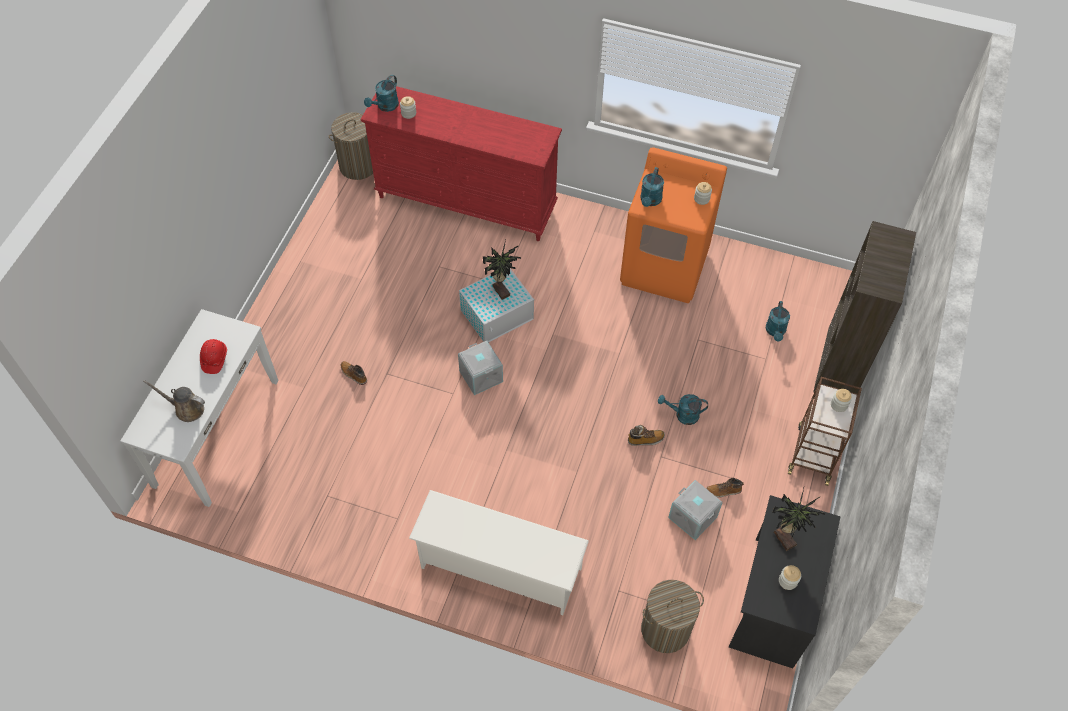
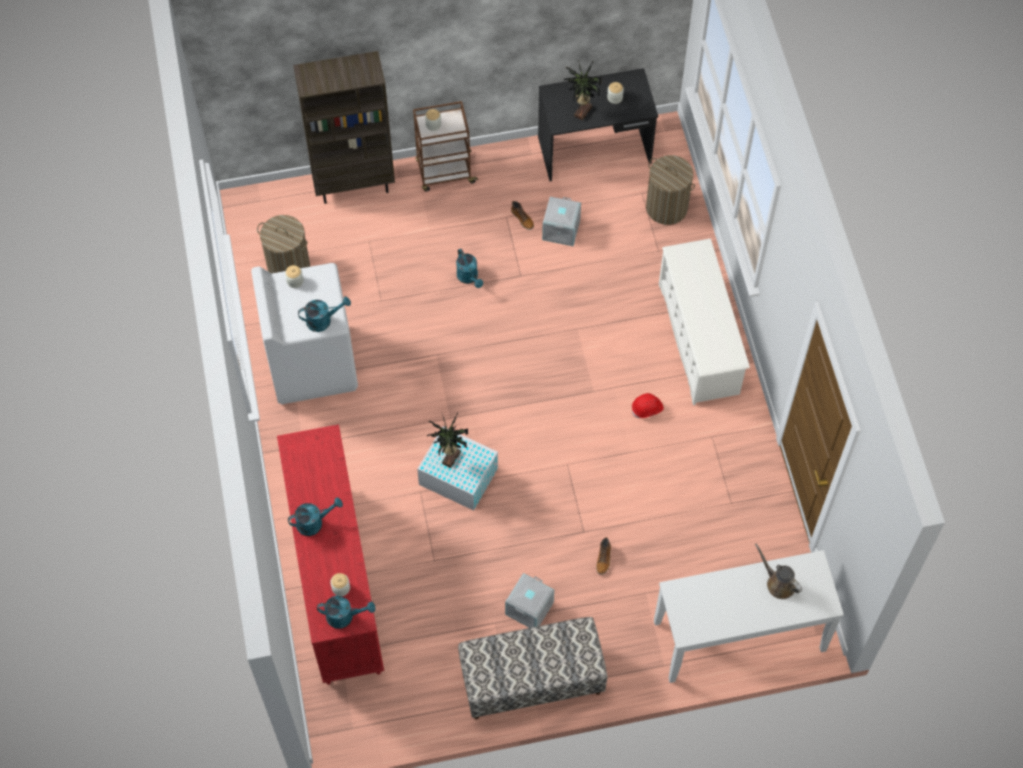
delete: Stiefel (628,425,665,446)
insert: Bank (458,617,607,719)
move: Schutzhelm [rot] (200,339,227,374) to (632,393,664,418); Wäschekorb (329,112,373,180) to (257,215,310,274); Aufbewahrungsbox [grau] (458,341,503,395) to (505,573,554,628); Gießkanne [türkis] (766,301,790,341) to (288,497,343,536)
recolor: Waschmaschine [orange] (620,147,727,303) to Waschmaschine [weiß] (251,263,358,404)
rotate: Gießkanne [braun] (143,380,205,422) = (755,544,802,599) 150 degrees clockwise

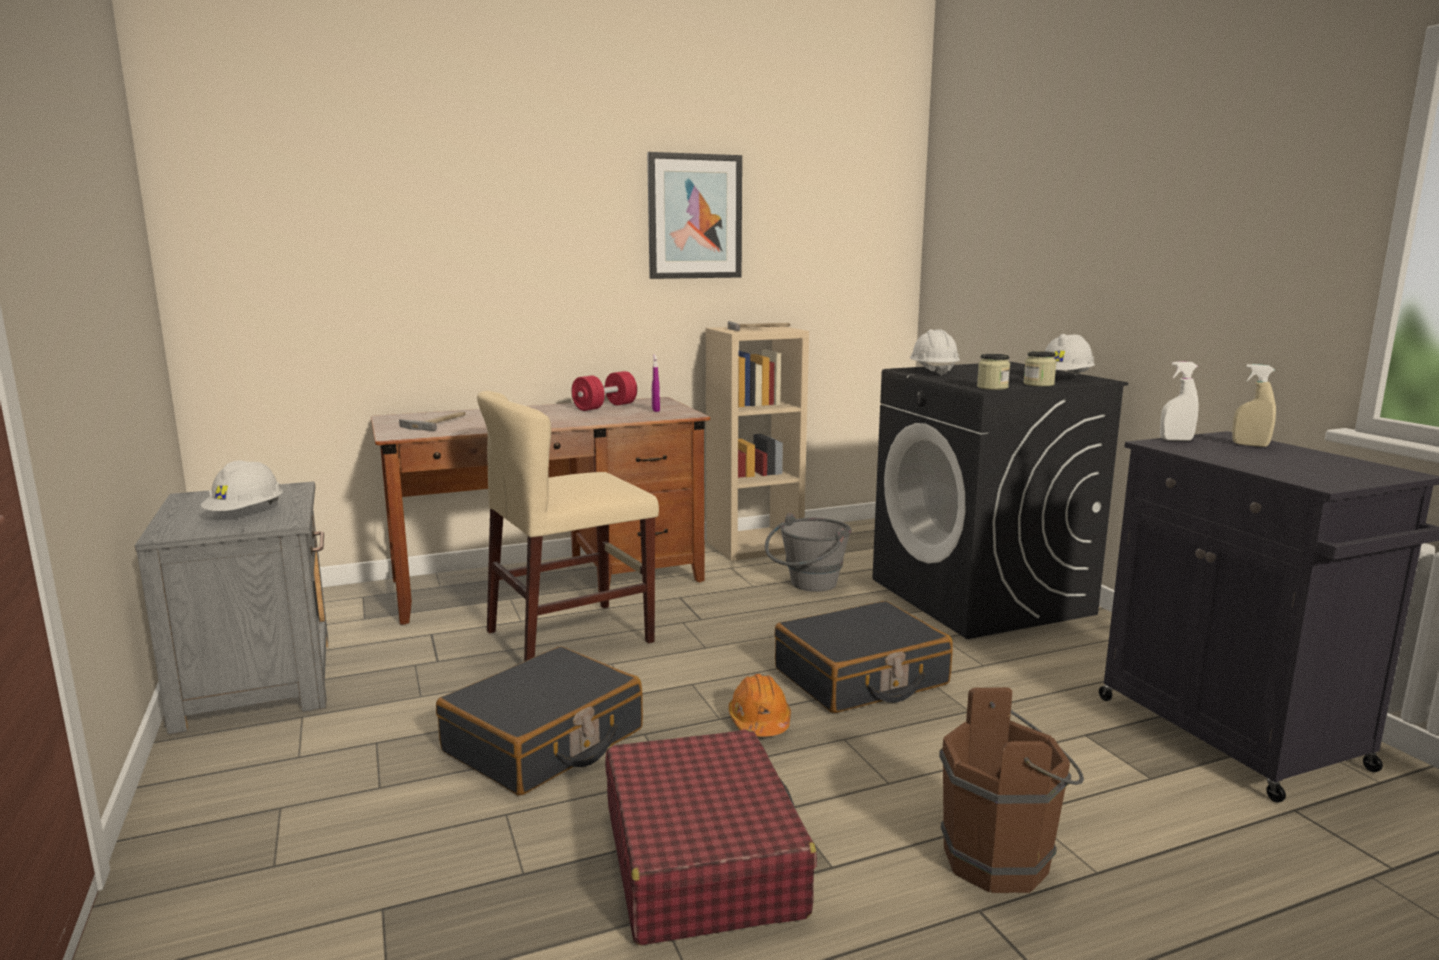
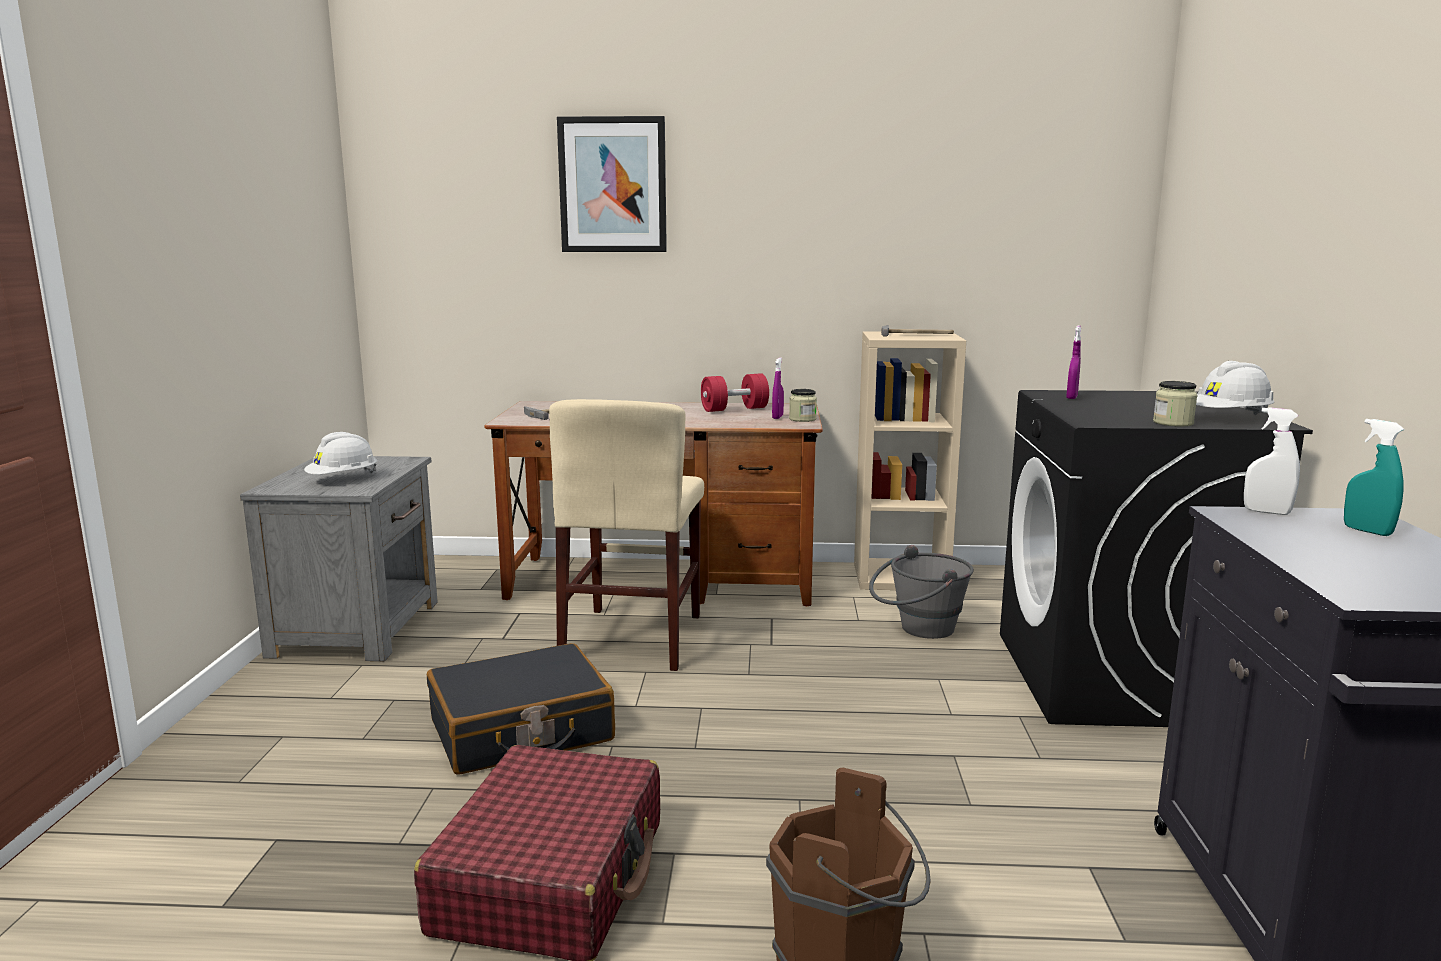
delete: Schutzhelm [orange] (728,674,791,737); Koffer [schwarz] (774,601,953,713)
move: Bild (647,152,742,279) to (557,116,667,252); Vorratsglas (977,354,1010,390) to (789,389,817,422)
replace: Schutzhelm [weiß] (910,329,960,376) to Sprühflasche [lila] (1066,325,1081,399)
recolor: Sprühflasche [beige] (1232,364,1276,447) to Sprühflasche [türkis] (1344,419,1404,536)
rotate: Stuhl [beige] (477,391,659,661) = (549,399,704,671) 75 degrees counterclockwise

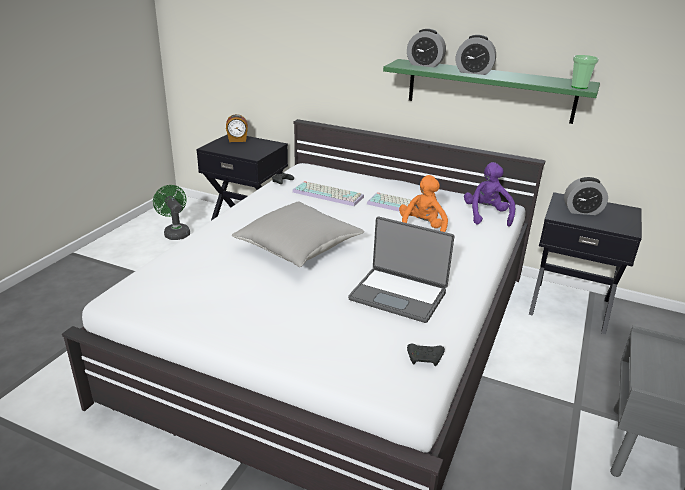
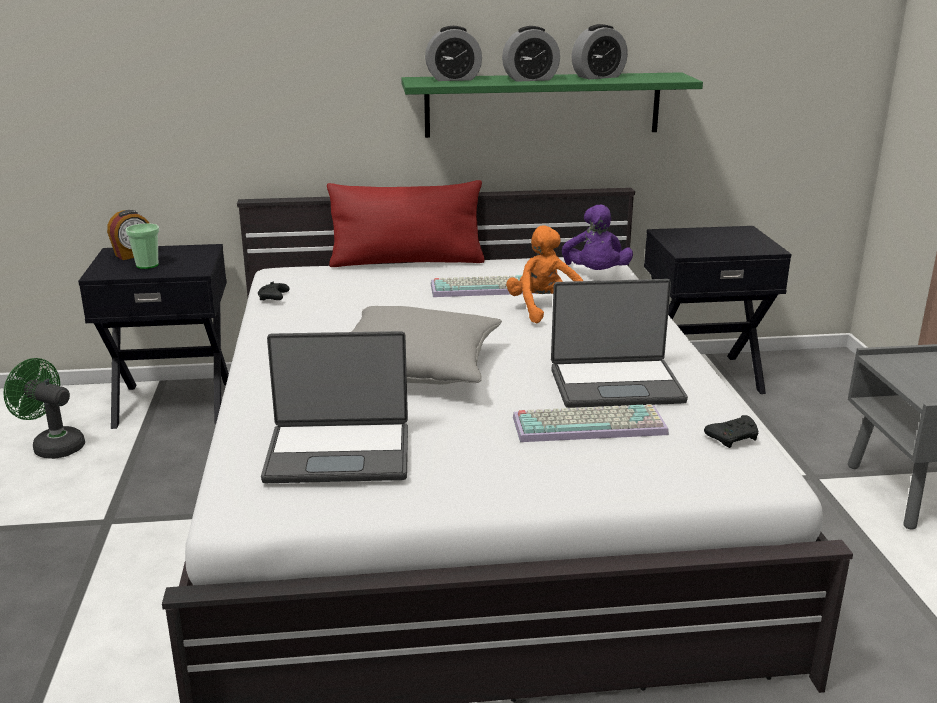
insert: Laptop (261,331,408,483); Kissen [rot] (327,180,485,267)
move: Tastatur (292,181,364,206) to (513,404,669,442); Wecker (564,177,608,215) to (571,24,628,79); Tasse (571,55,599,89) to (126,223,159,269)
rotate: Plüschtier [lila] (464,162,515,227) = (562,204,633,270) 150 degrees counterclockwise

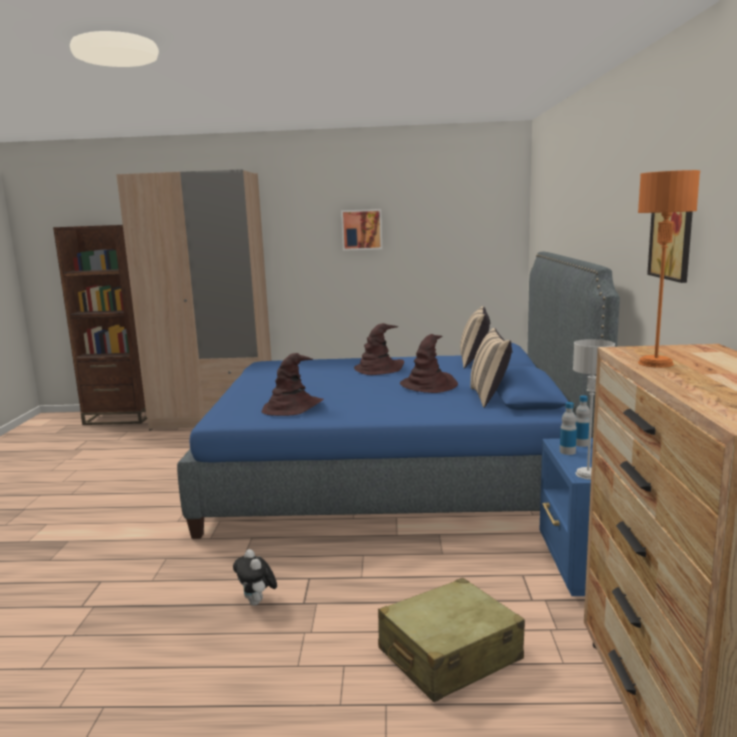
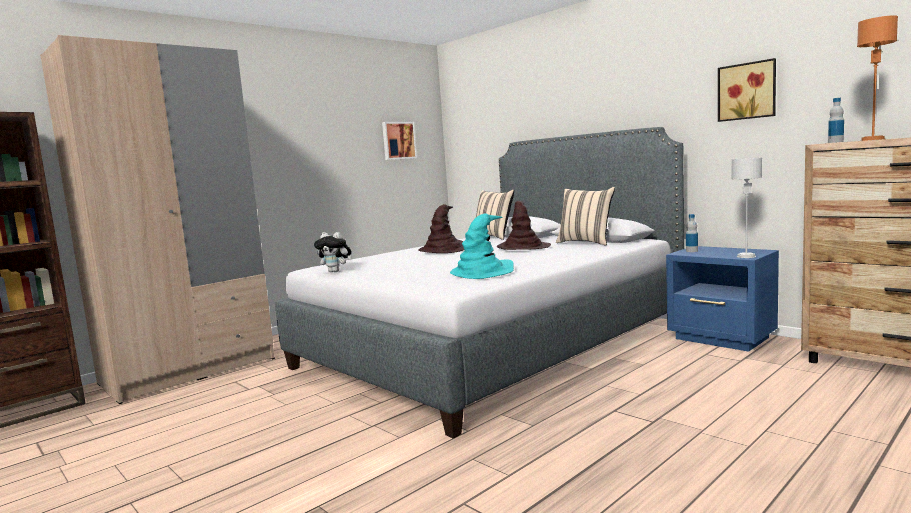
delete: Koffer [beige] (378,578,525,702)
move: Plüschtier (233,549,277,606) to (314,232,351,272); Bild (341,209,382,251) to (382,122,417,160); Flasche (560,402,577,455) to (828,98,844,143)
recolor: Bett [blau] (177,251,620,539) to Bett [grau] (276,127,684,438); Hut [braun] (261,353,324,416) to Hut [türkis] (450,213,514,279)

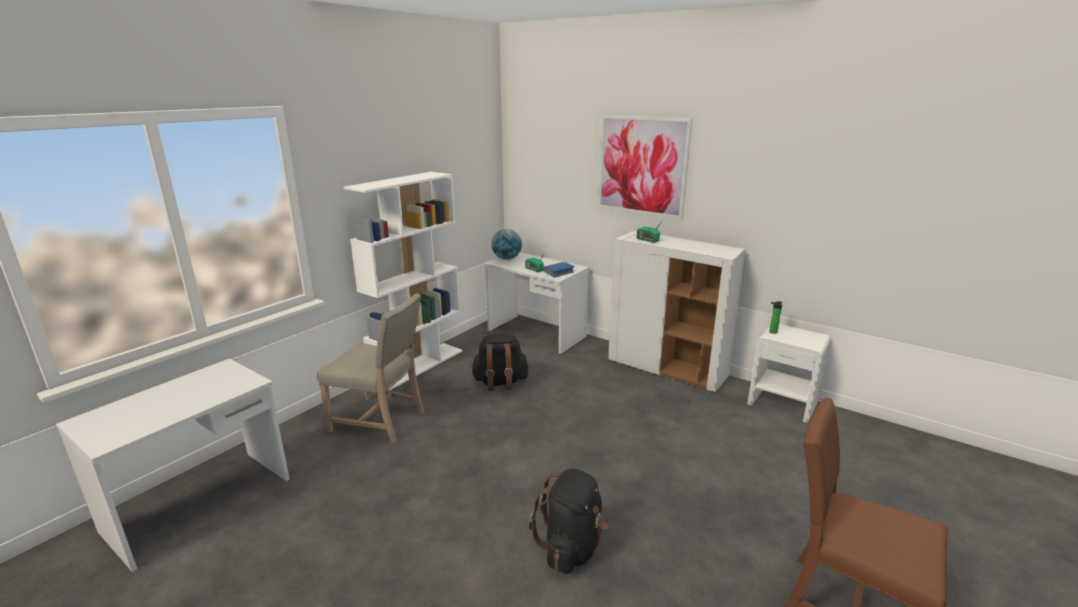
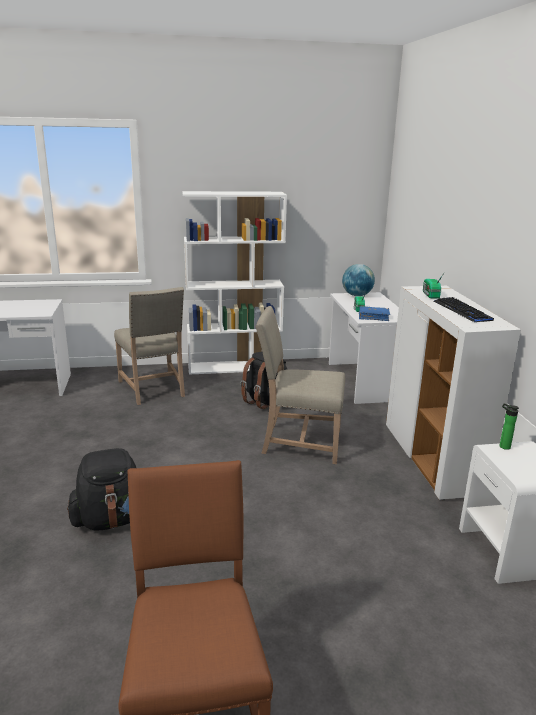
delete: Bild (597,115,692,220)
insert: Stuhl [beige] (255,306,345,464); Tastatur (434,297,494,322)

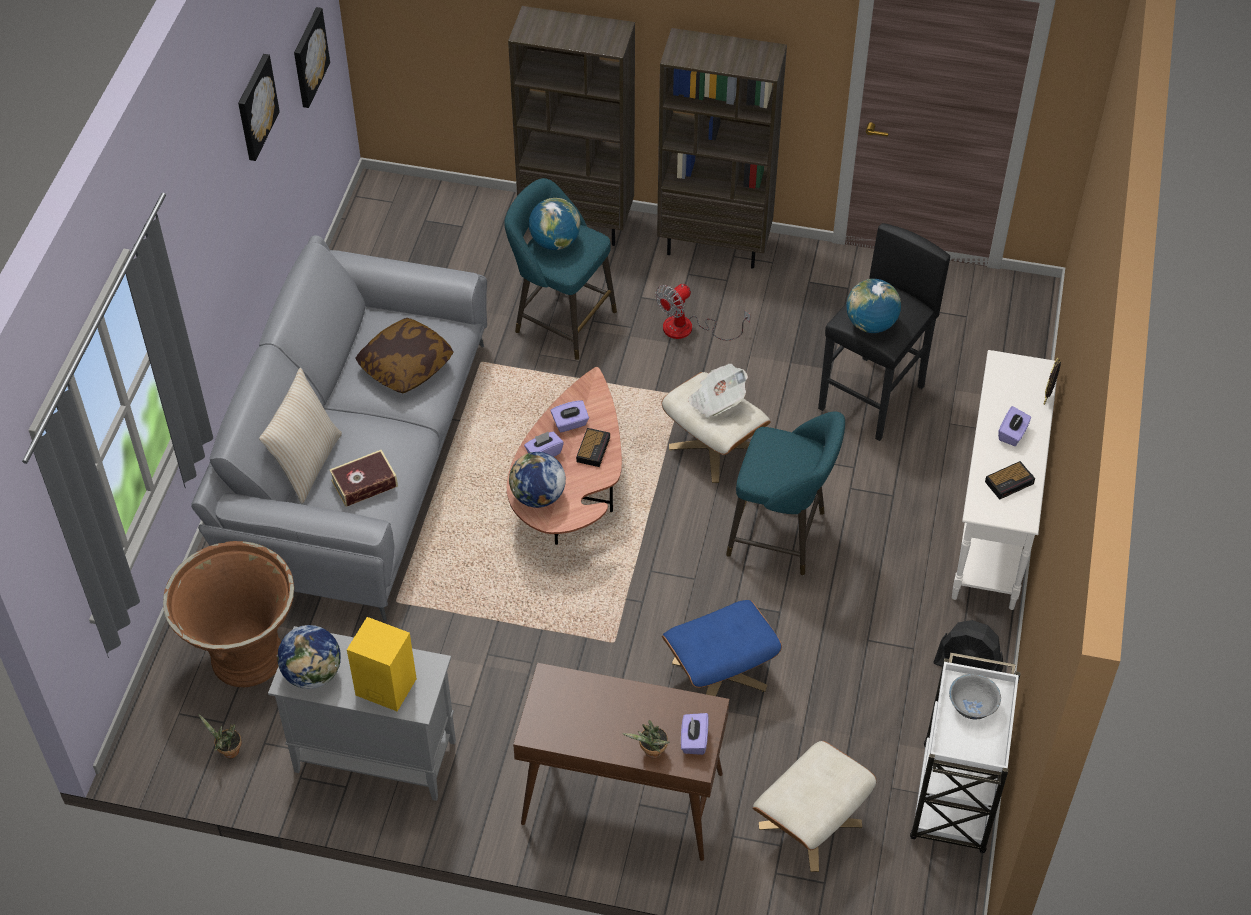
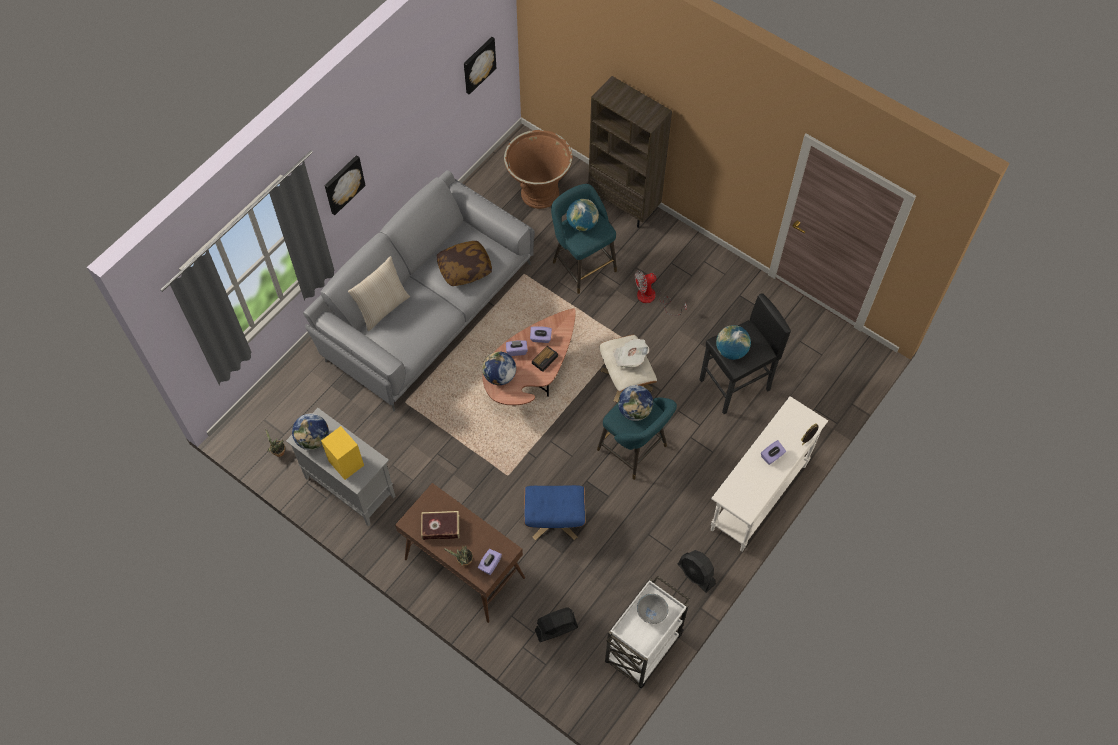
delete: Bücherregal [braun] (657,28,787,269); Wecker (985,461,1035,500)
insert: Globus (618,385,653,421)
move: Pflanzkübel [braun] (163,541,294,687) to (504,130,573,209); Bild (238,54,280,161) to (324,155,366,215); Buch (330,450,398,507) to (421,511,459,540)
replace: Polsterhocker [beige] (753,741,876,872) to Ventilator [schwarz] (535,608,578,642)

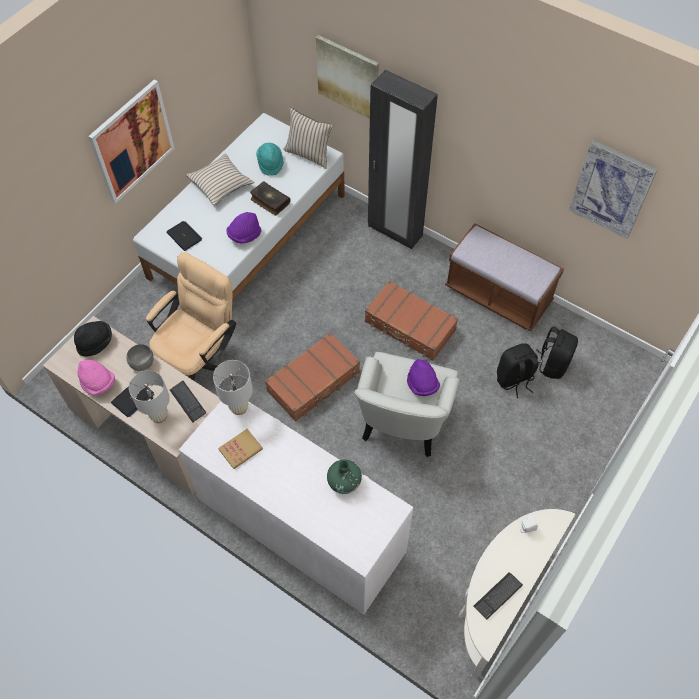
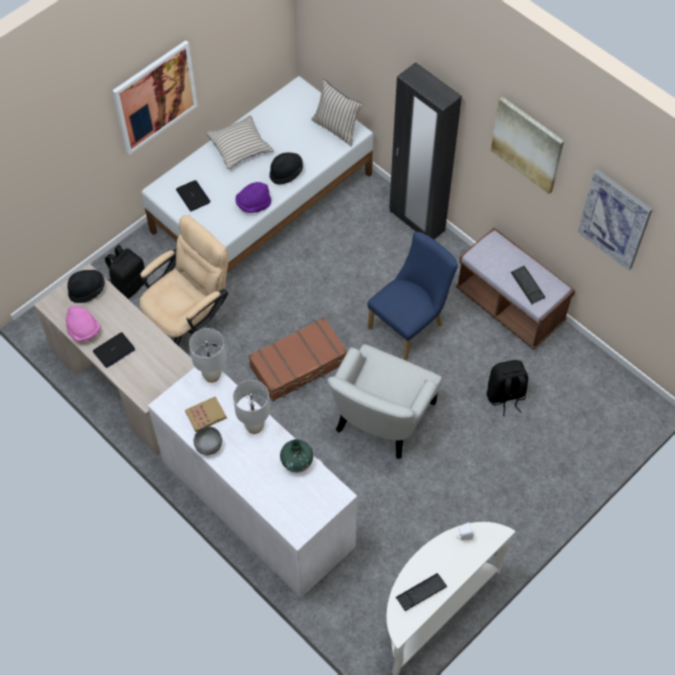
delete: Hut [türkis] (256,143,284,176); Hut [lila] (407,359,440,396)
move: Schüssel [grau] (126,344,154,371) to (194,426,222,455); Tischlampe [weiß] (129,370,170,423) to (233,380,270,434); Tastatur (170,381,206,423) to (511,266,545,304); Bild (316,35,379,119) to (491,97,564,194); Rucksack [schwarz] (536,327,578,379) to (105,245,147,299)
replace: Buch (250,181,290,216) to Hut [schwarz] (270,152,303,184); Koffer [braun] (365,280,458,361) to Stuhl [blau] (368,232,458,360)

